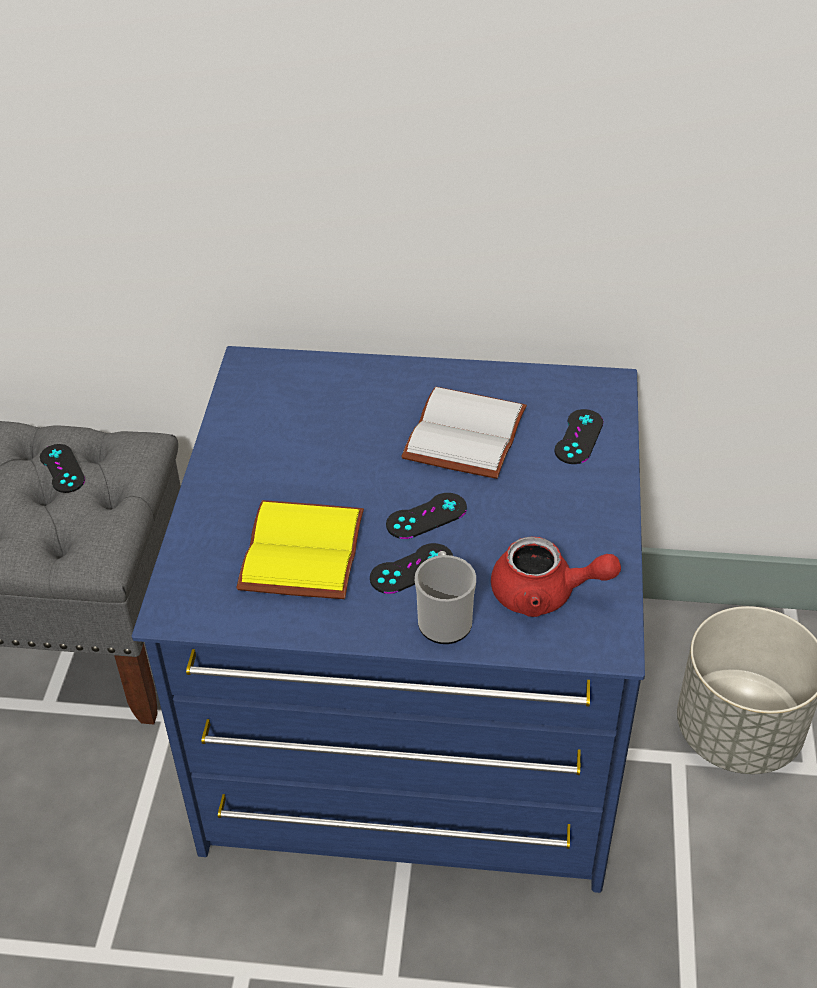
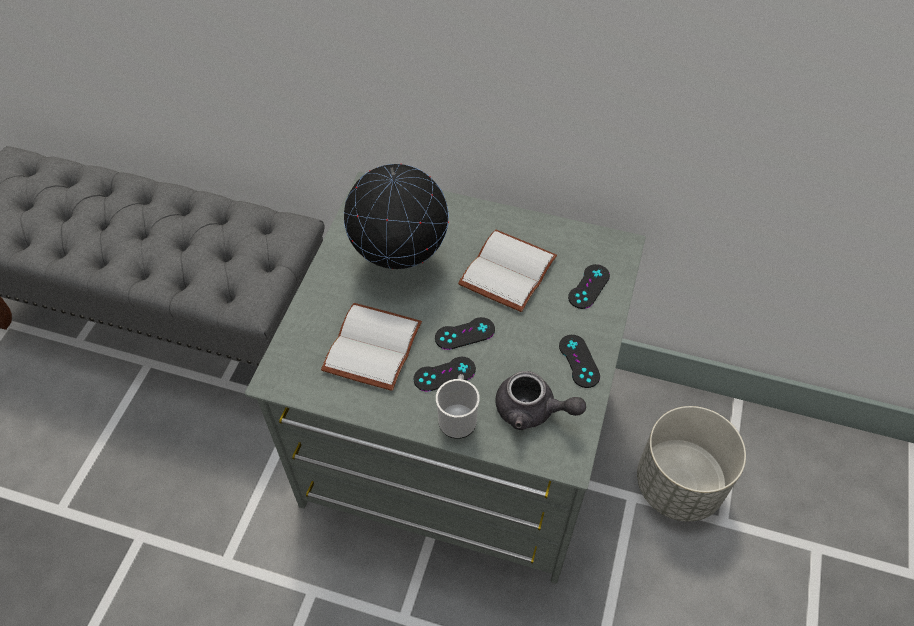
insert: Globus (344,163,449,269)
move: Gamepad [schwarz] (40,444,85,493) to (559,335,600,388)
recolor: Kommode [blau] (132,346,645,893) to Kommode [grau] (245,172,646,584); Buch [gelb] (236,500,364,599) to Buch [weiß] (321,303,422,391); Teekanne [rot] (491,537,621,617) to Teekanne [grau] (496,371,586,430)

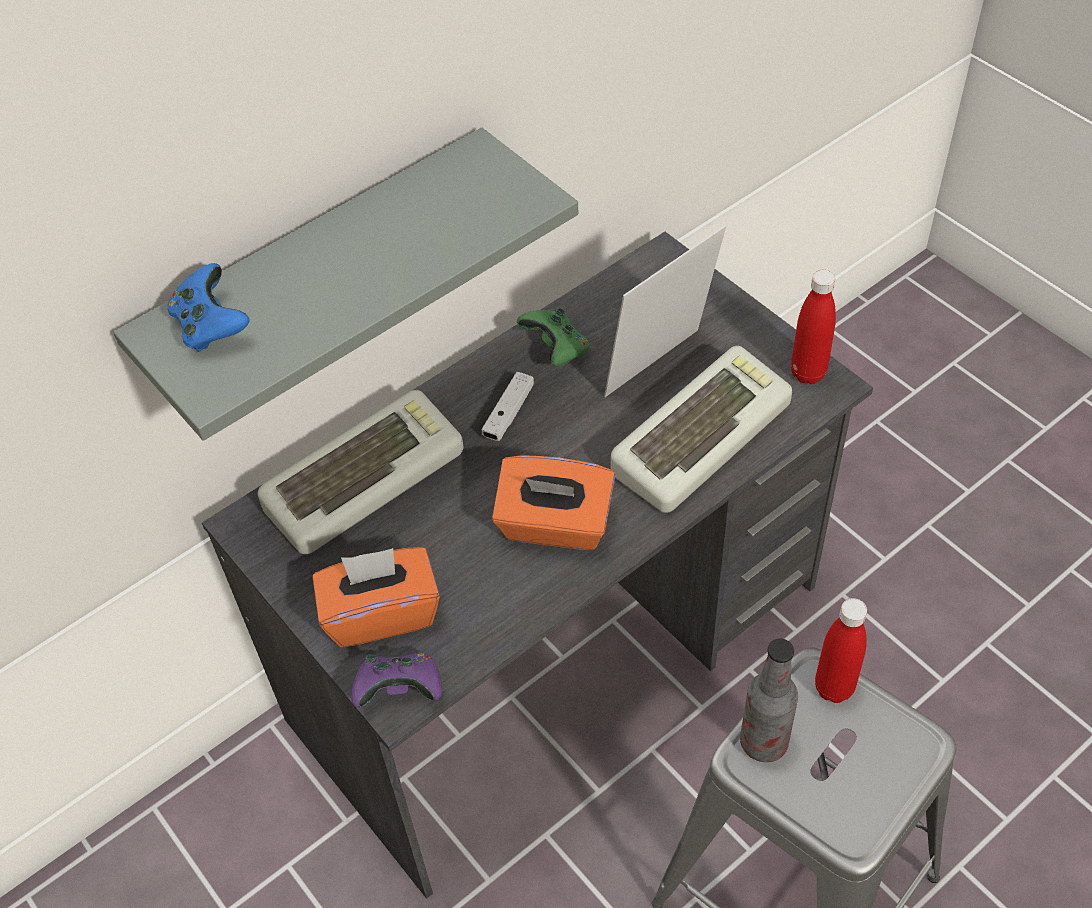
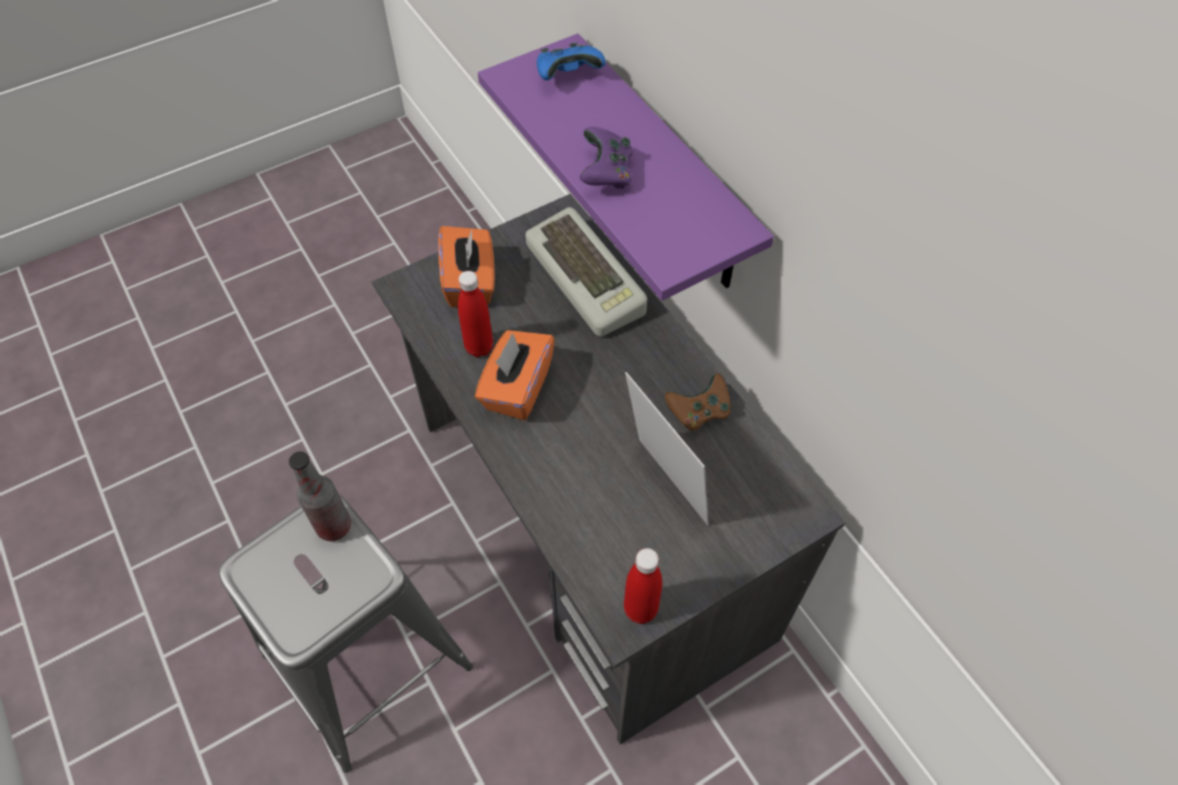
delete: Gamepad [weiß] (482,372,534,441); Tastatur (611,346,792,513)
move: Gamepad [lila] (351,652,442,708) to (580,127,633,189); Flasche [rot] (815,598,867,703) to (458,271,493,357)
recolor: Wandregal [grau] (113,128,579,441) to Wandregal [lila] (478,34,774,301); Gamepad [grün] (517,308,590,366) to Gamepad [braun] (665,373,731,430)

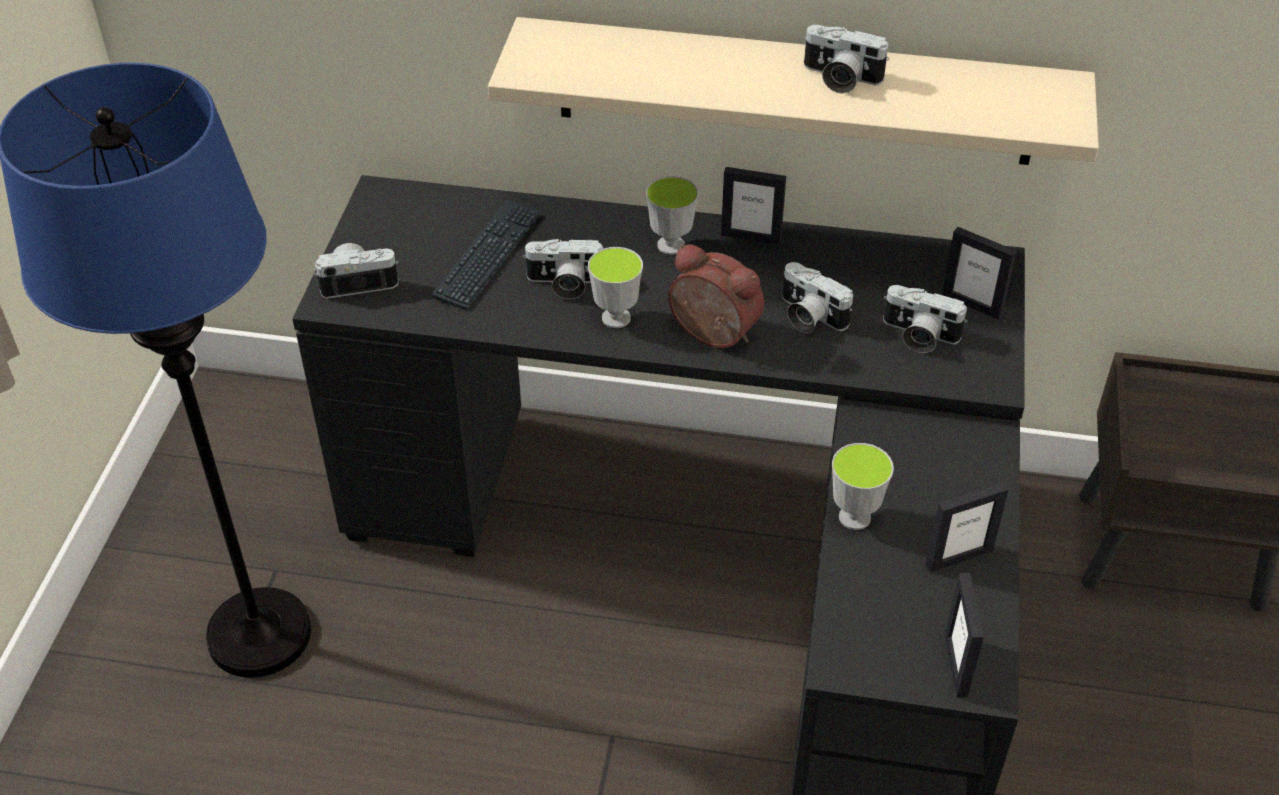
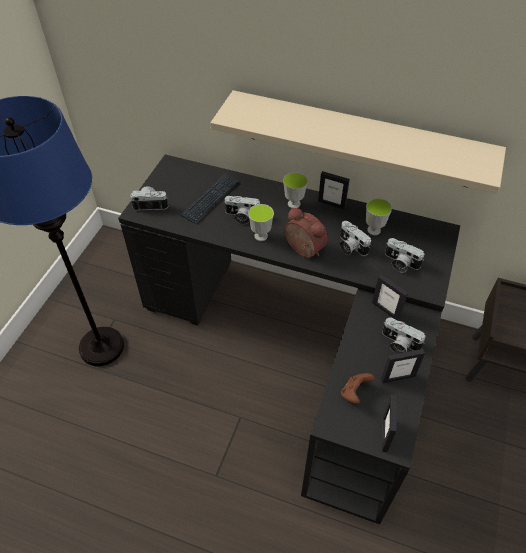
insert: Gamepad [braun] (341,373,375,404)
move: Kamera (803,25,890,94) to (382,318,426,354); Tasse (832,443,894,530) to (366,198,392,235); Bilderrahmen (942,227,1016,319) to (372,275,408,321)

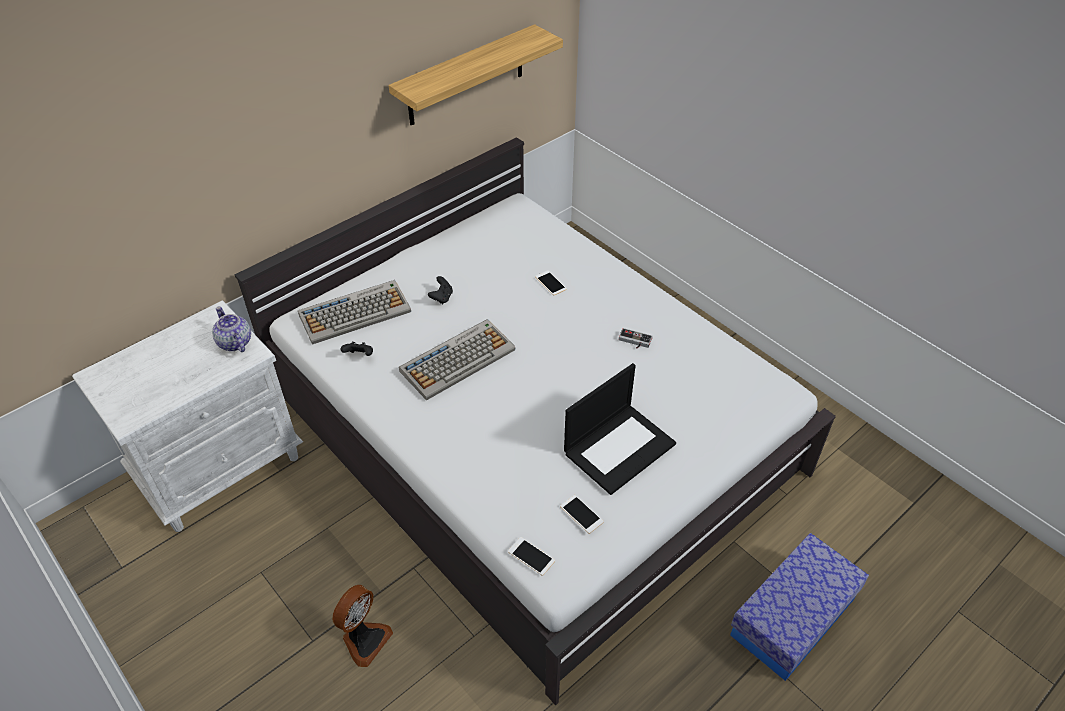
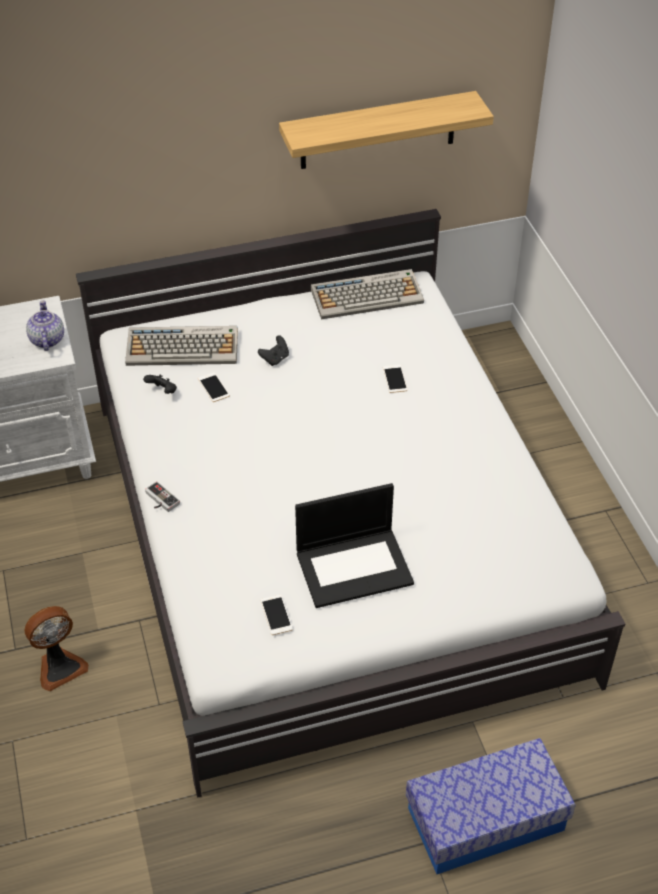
move: Tastatur (399,319,515,401) to (311,269,424,320); Handy (508,537,555,576) to (198,372,230,402); Gamepad (619,328,653,348) to (145,481,180,512)

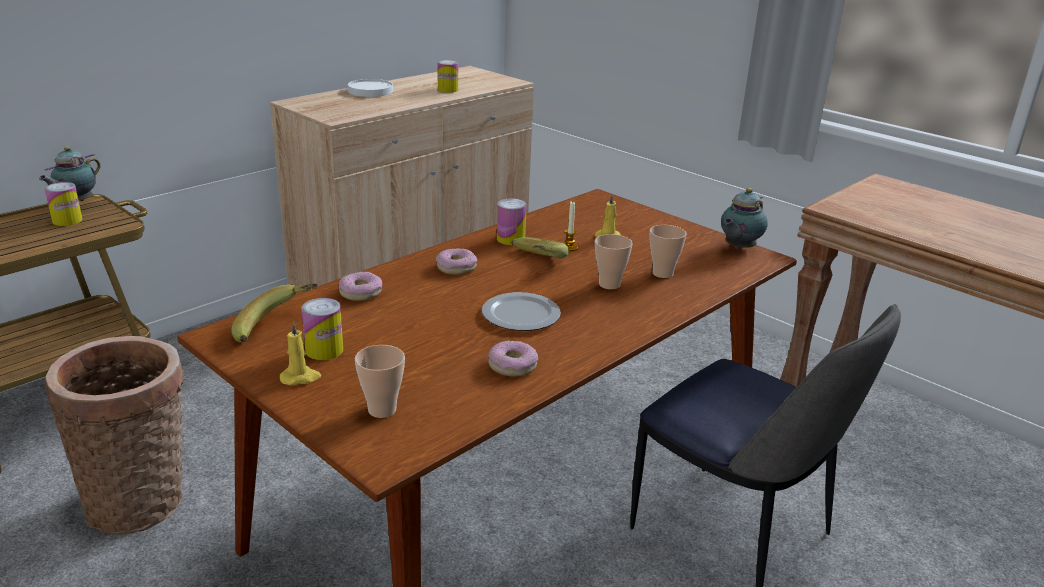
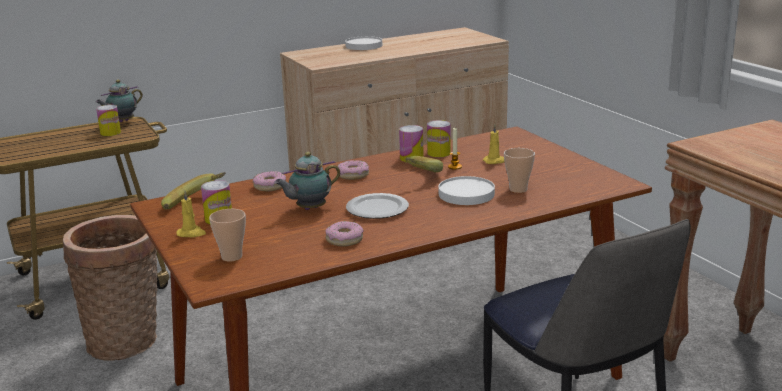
move: Dose (437,60,458,93) to (427,120,451,157); Teekanne (721,188,768,250) to (274,152,340,210)
replace: Tasse (595,234,633,290) to Teller [weiß] (439,176,495,205)

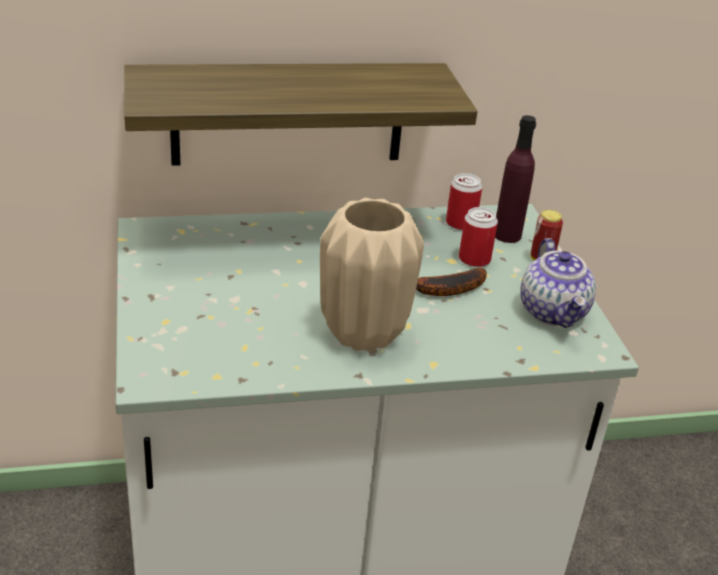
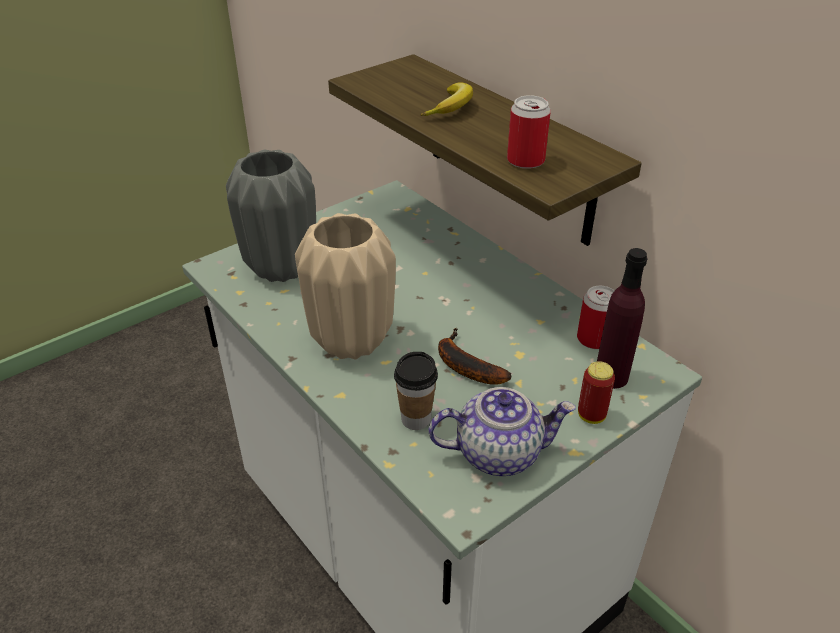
insert: Vase [grau] (226,150,316,282); Tasse (394,352,438,430); Banane (420,82,473,116)
move: Dose (459,207,498,267) to (507,95,551,169)
rotate: Teekanne (521,238,596,328) = (428,387,576,476) 150 degrees counterclockwise

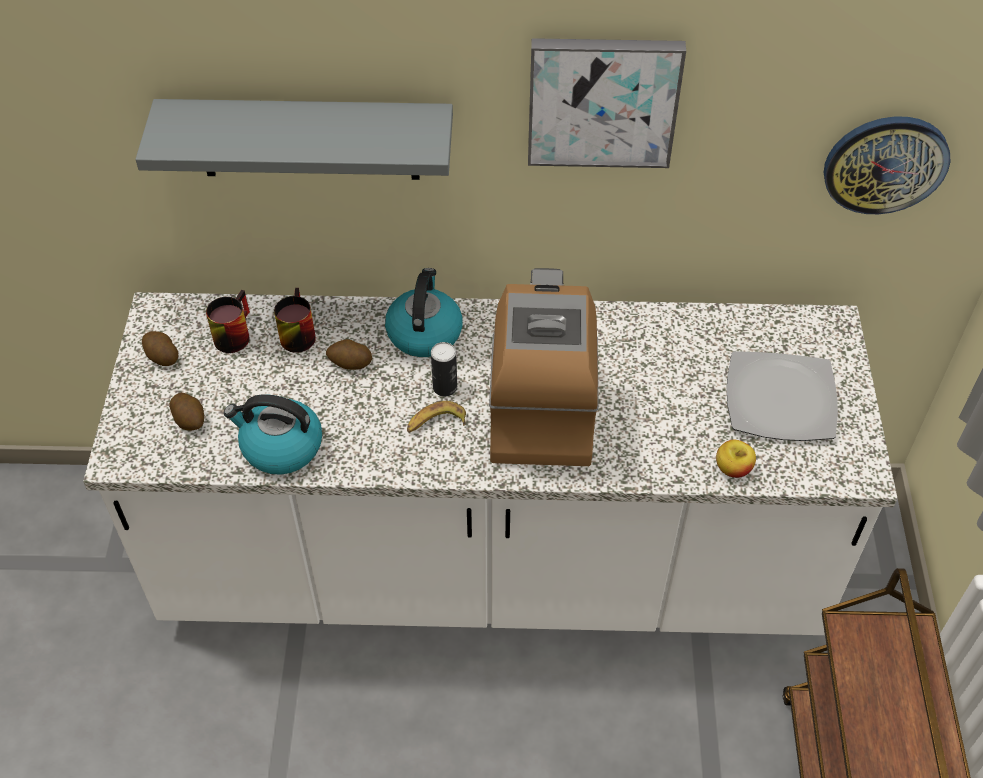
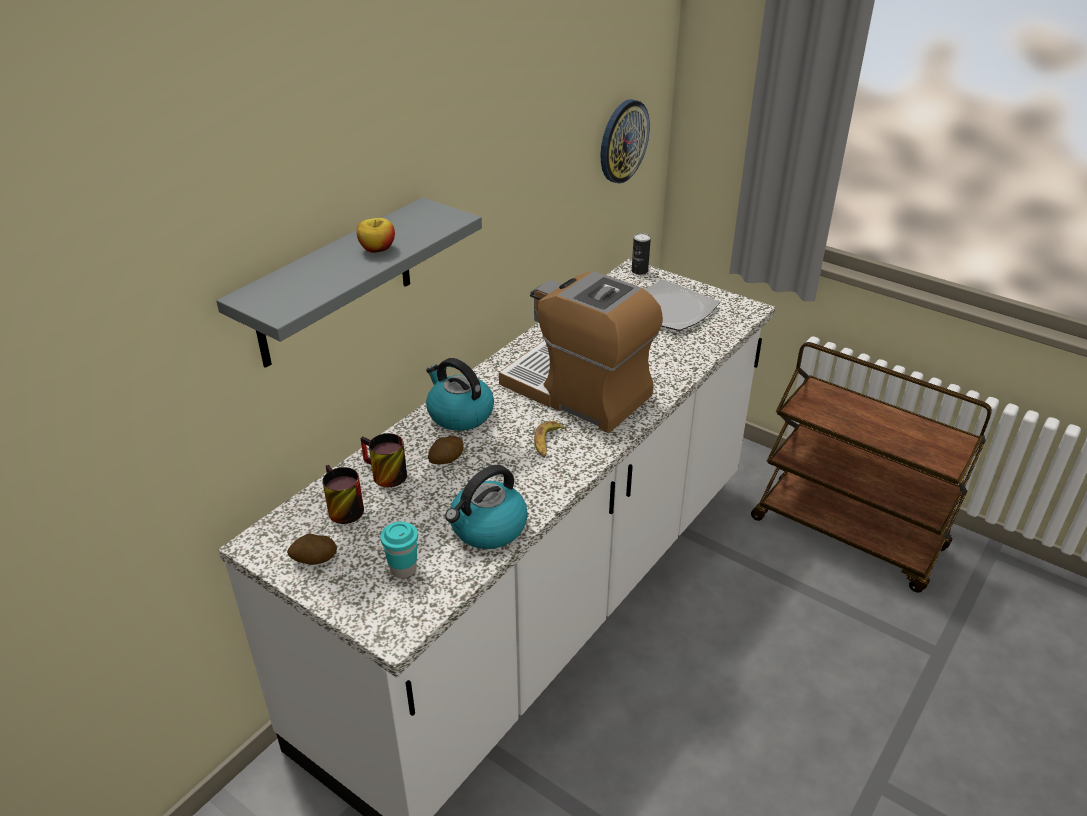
delete: Bild (528,38,686,168)
move: Dose (431,342,457,397) to (632,233,651,275); Apfel (716,440,756,478) to (357,218,395,253)
replace: Kartoffel (169,392,204,430) to Tasse [türkis] (380,522,418,578)

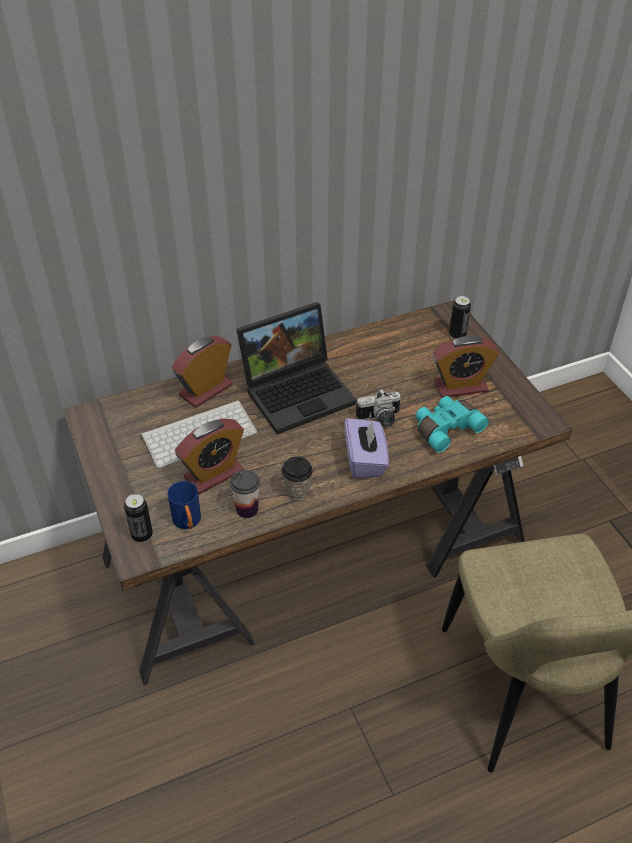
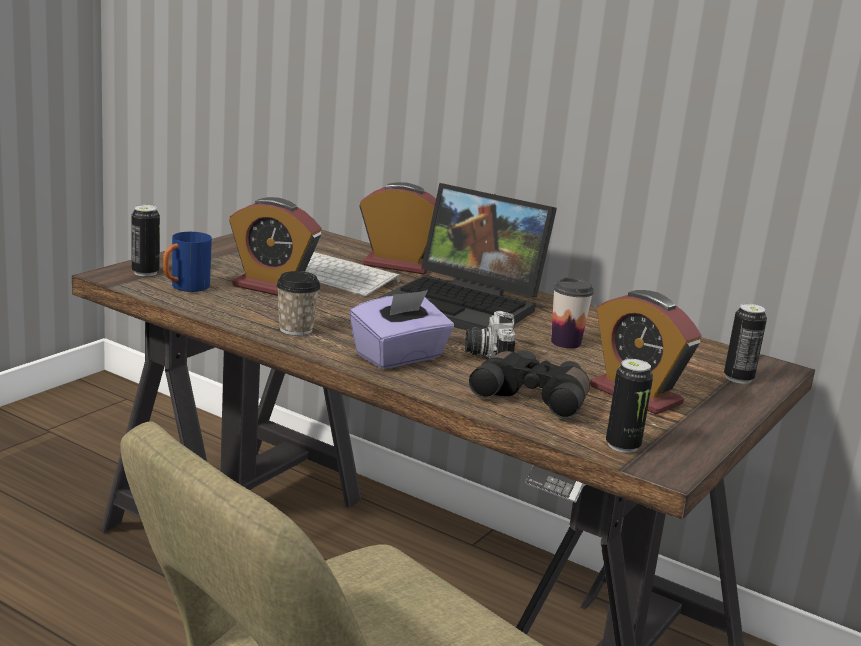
insert: Dose (606,359,653,453)
move: Tasse (230,470,260,518) to (551,278,594,349)
recolor: Fernglas [türkis] (415,396,489,453) to Fernglas [schwarz] (469,350,590,419)
rotate: Kamera (356,389,400,427) = (465,311,515,358) 45 degrees clockwise

